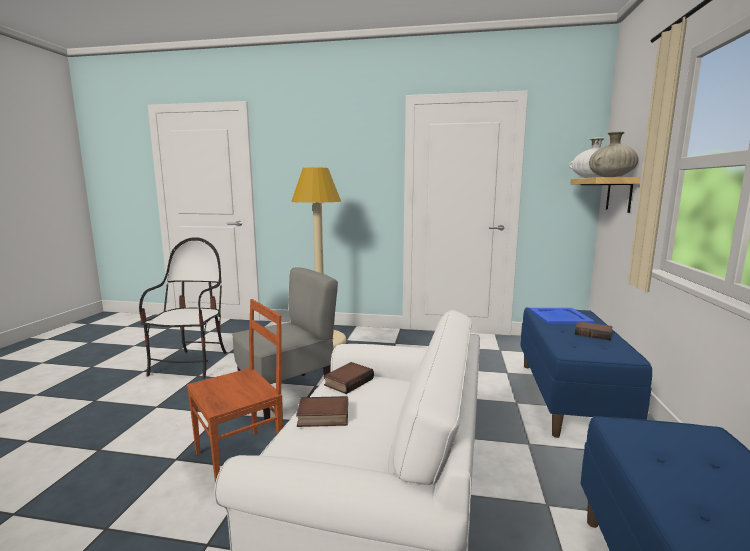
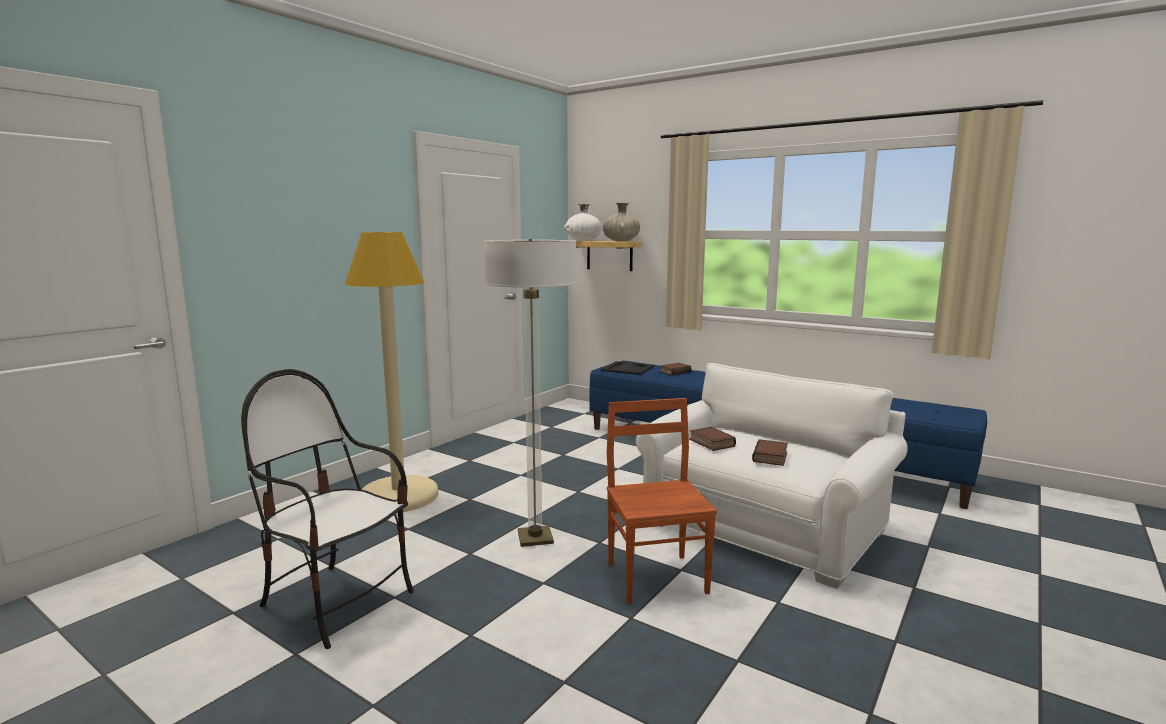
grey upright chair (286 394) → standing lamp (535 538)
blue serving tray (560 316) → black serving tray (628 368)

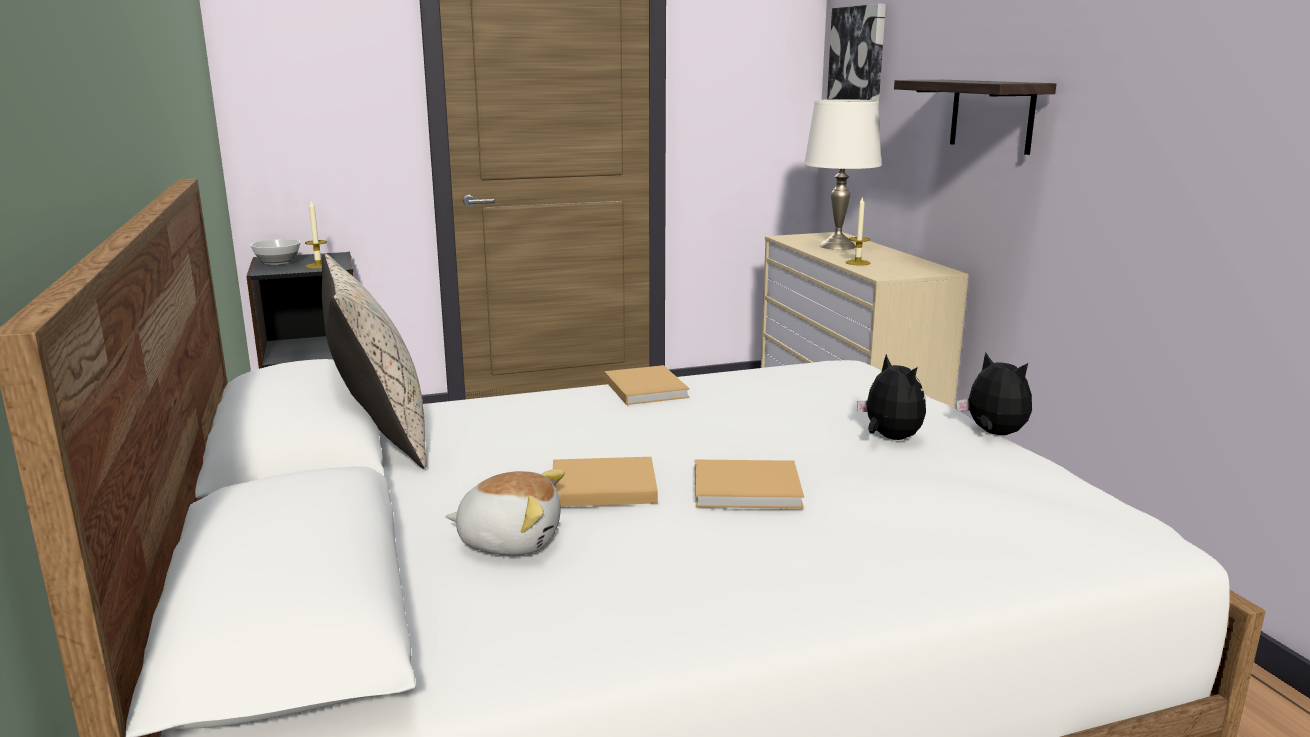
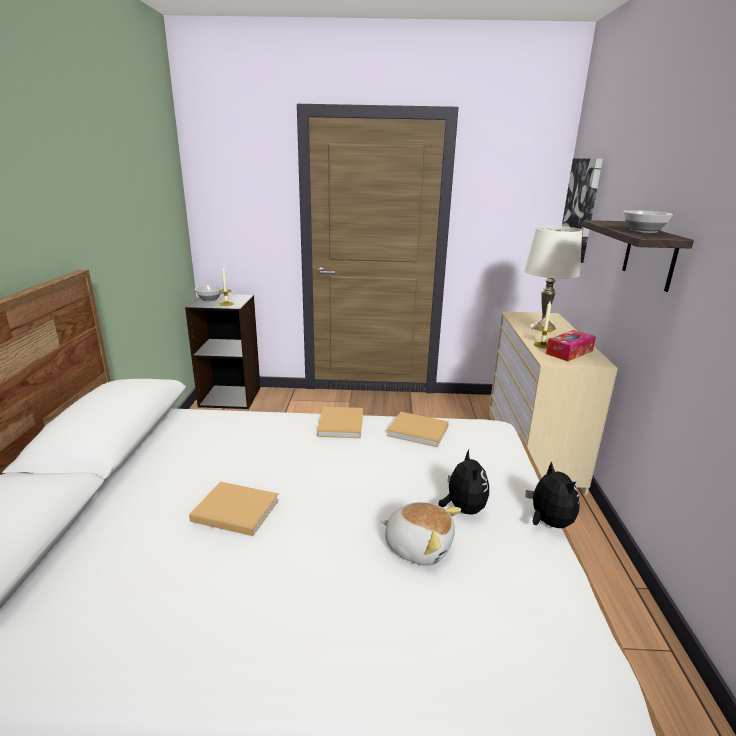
beige pillow (380 438) → -
beige bound book (750 488) → beige bound book (419 431), moved
cuddly toy (510 540) → cuddly toy (418 546), moved
- → bowl (642 231)
- → box of tissues (569 352)

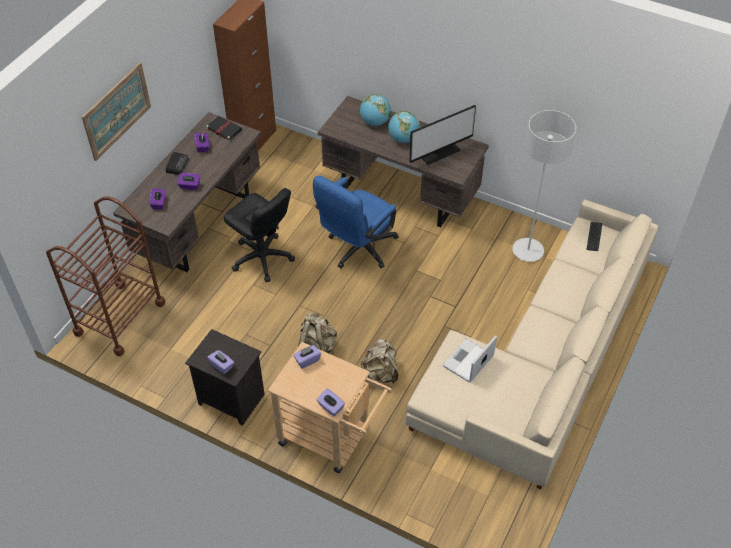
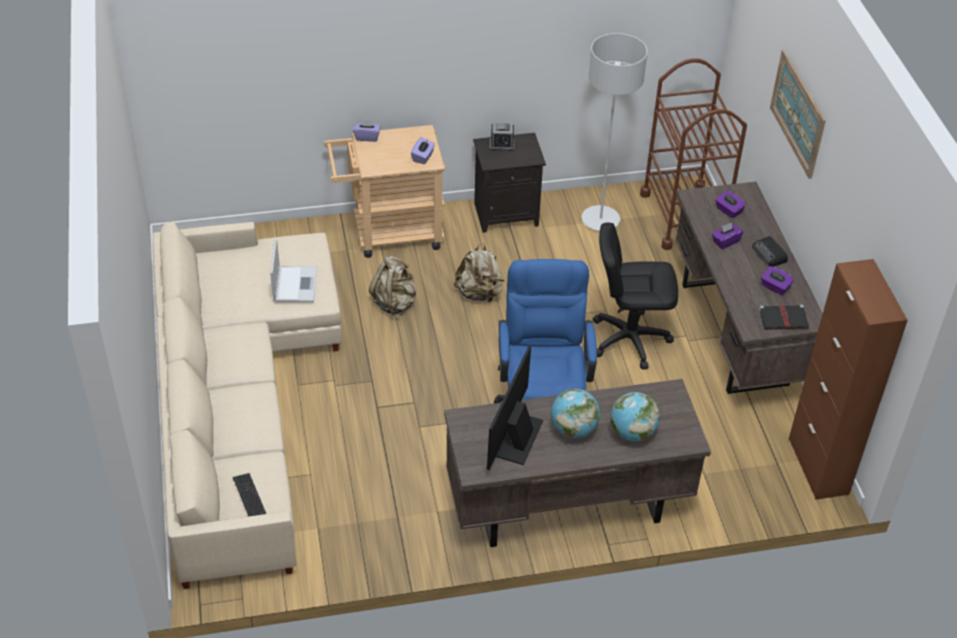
grey standing lamp (528 251) → grey standing lamp (600 220), moved
purple box of tissues (222 366) → bedside clock (502 145)

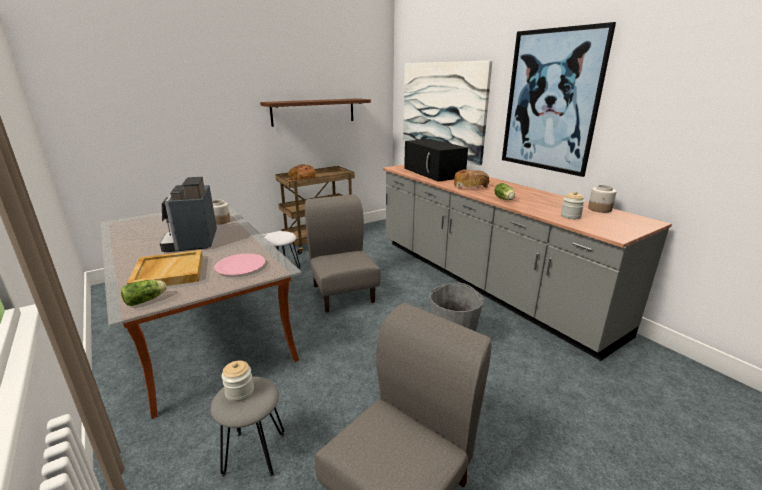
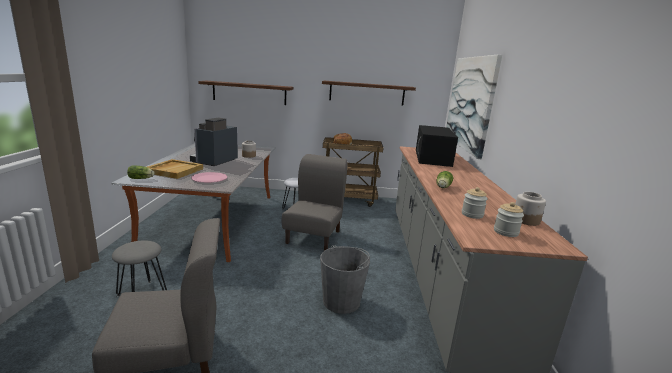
wall art (551 101) → -
baked bread (470 186) → -
jar (240 392) → jar (505 232), moved
- → brownish shelf (249 93)

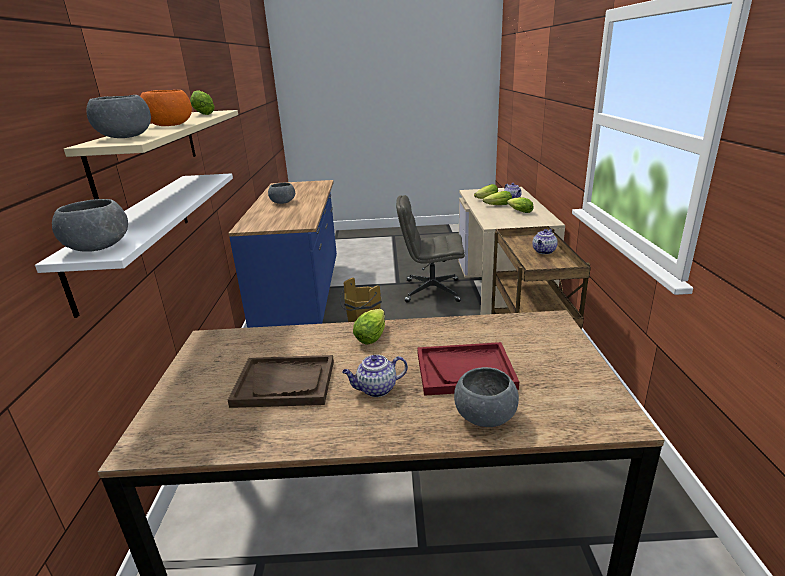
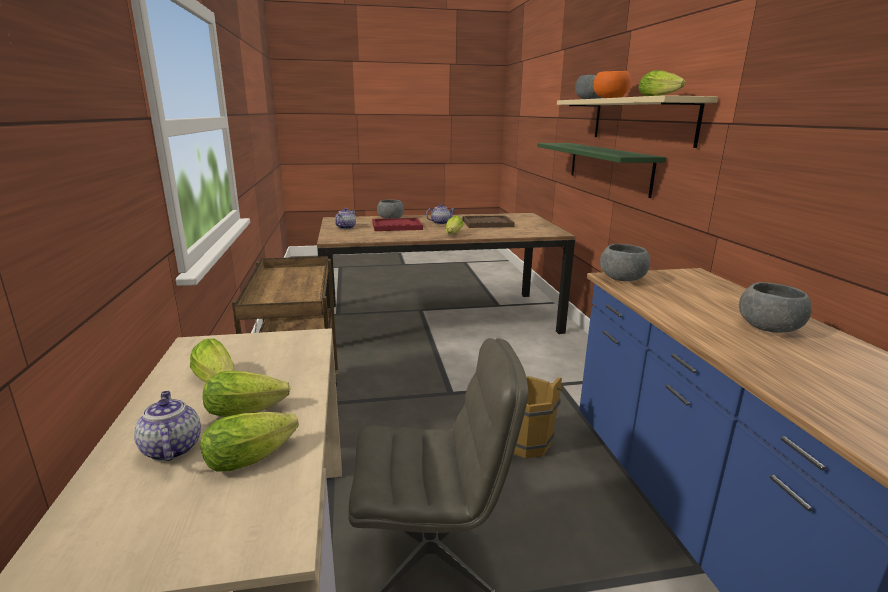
white shelf (136 234) → green shelf (608 167)
grey bowl (98 247) → grey bowl (622 279), moved
tea pot (544 251) → tea pot (346 227), moved

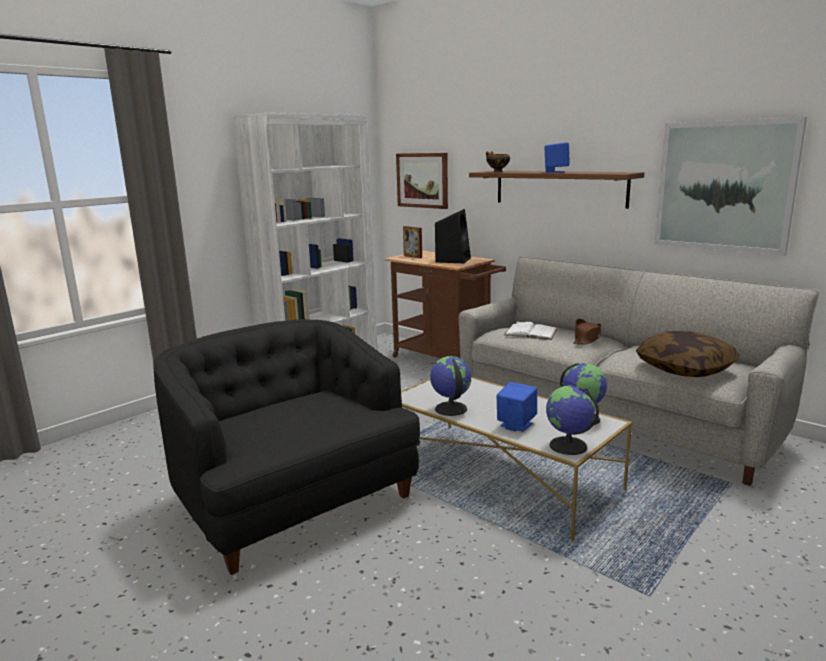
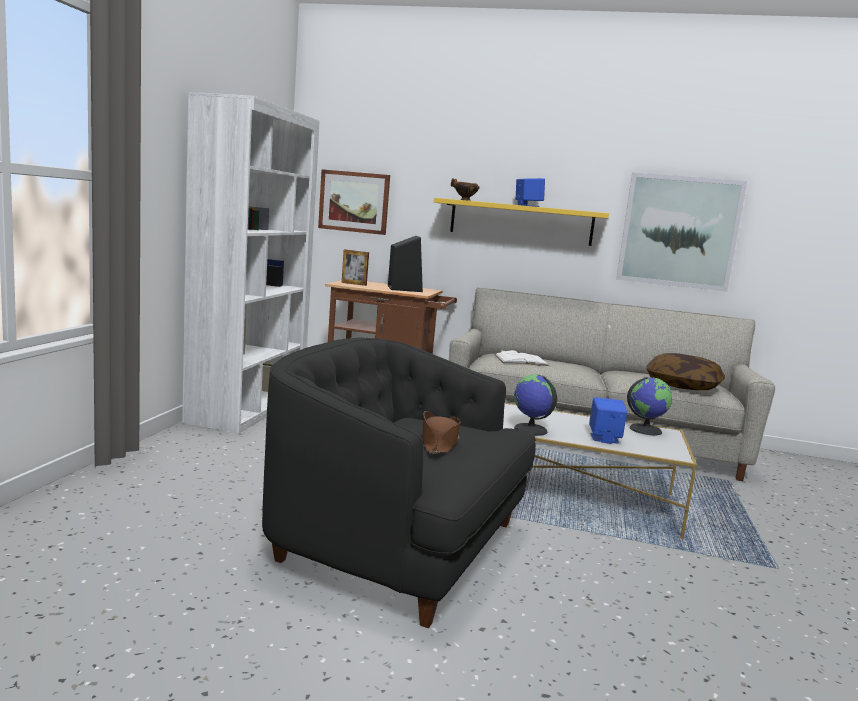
brownish shelf (559 188) → yellow shelf (521 222)
brownish clothing hat (587 339) → brownish clothing hat (439 442), moved
desk globe (568 446) → -

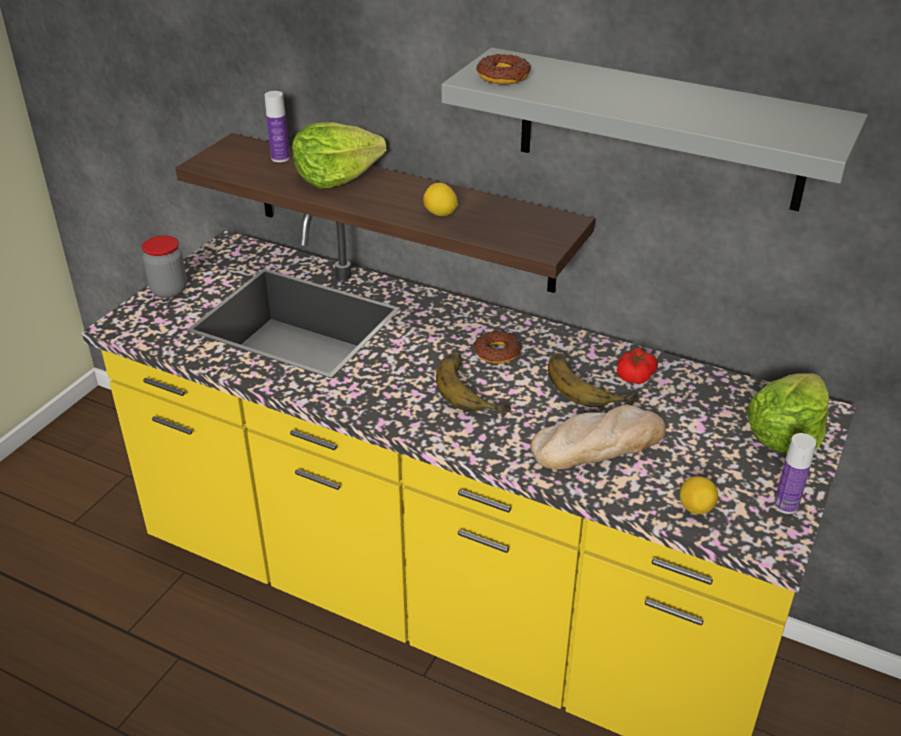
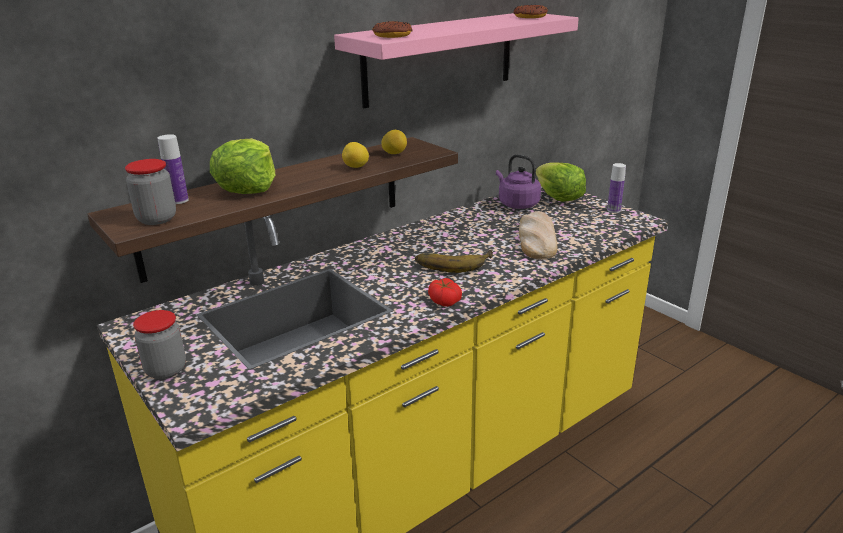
grey shelf (659 129) → pinkish shelf (440 58)
donut (497 352) → donut (530 16), moved
whole tomato (635 375) → whole tomato (444 301), moved
banana fruit (588 384) → -
lemon (695 508) → lemon (394 153), moved
- → purple water kettle (516 204)
- → jar (157 219)

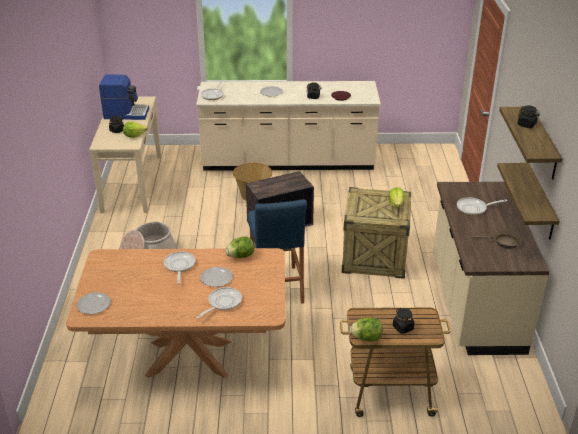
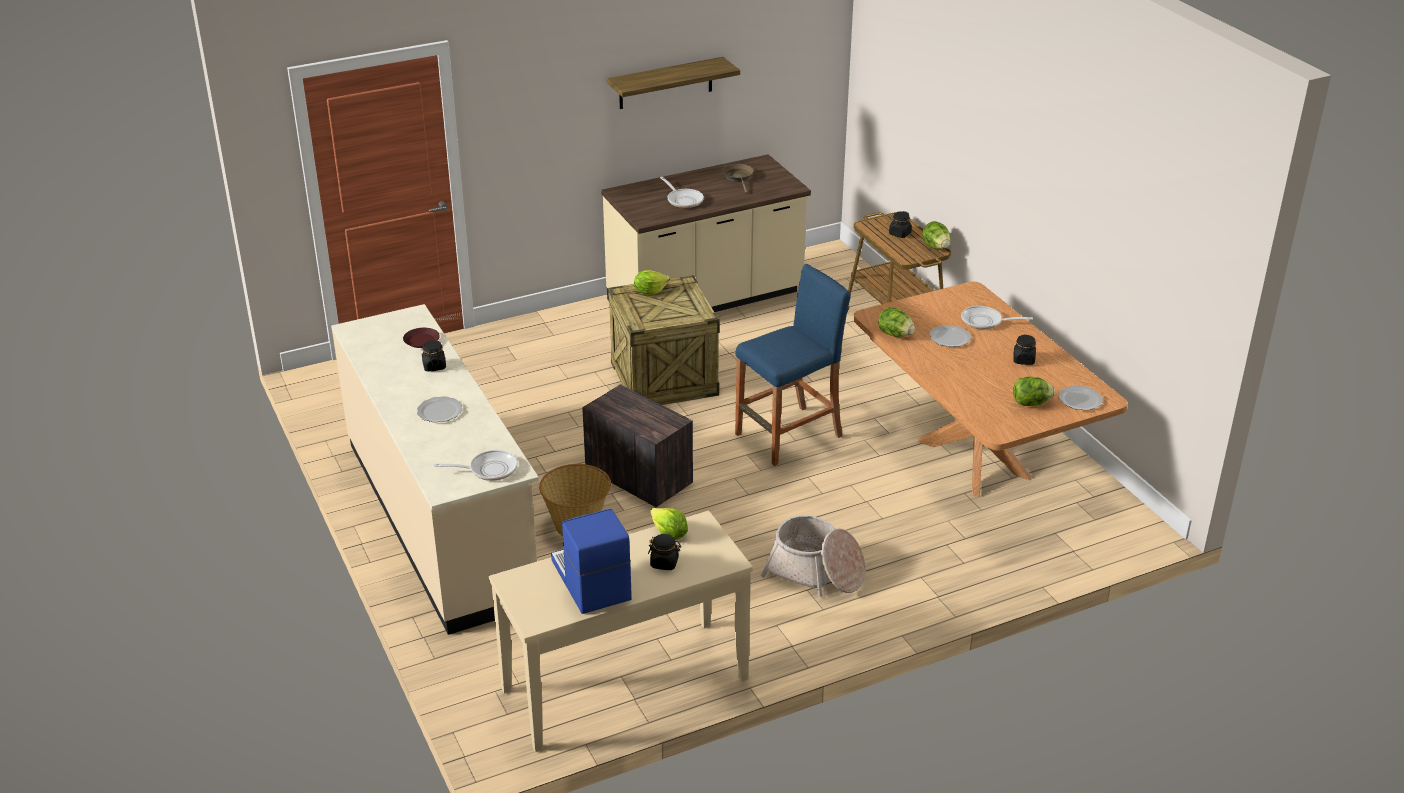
black jar (526 125) → black jar (1023 360), moved
shelf (540 202) → -
frying pan (179 266) → -
- → lettuce (1030 403)

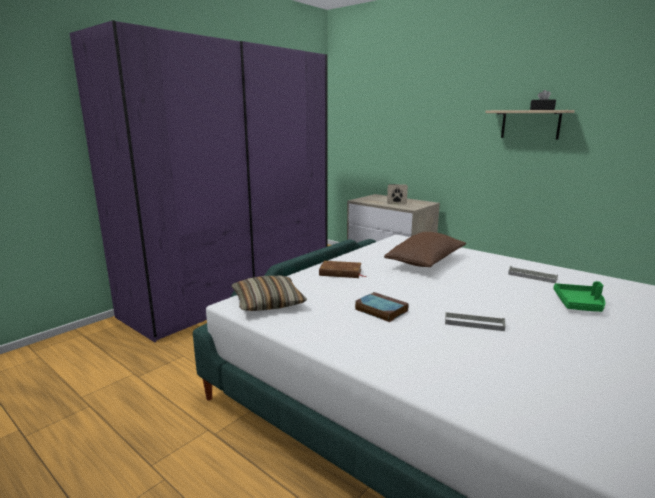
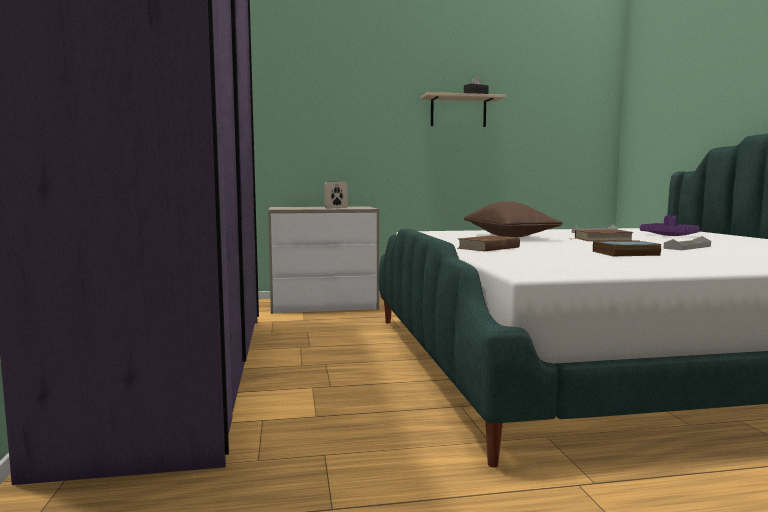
pillow (267 302) → -
green serving tray (579 304) → purple serving tray (669 235)
- → brownish bound book (602 239)

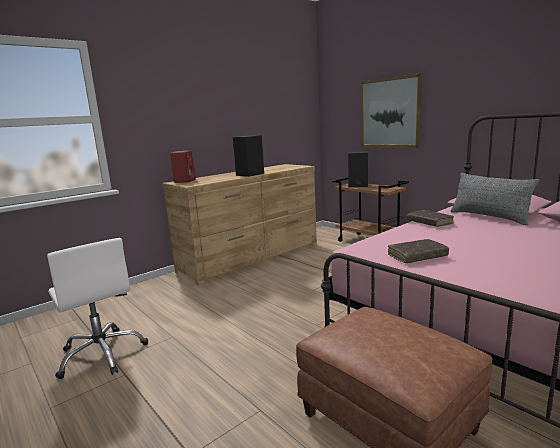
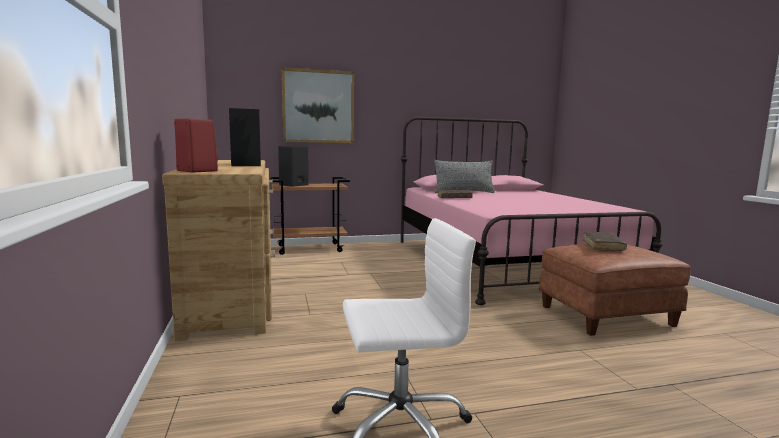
brownish bound book (417 256) → brownish bound book (603 246), moved

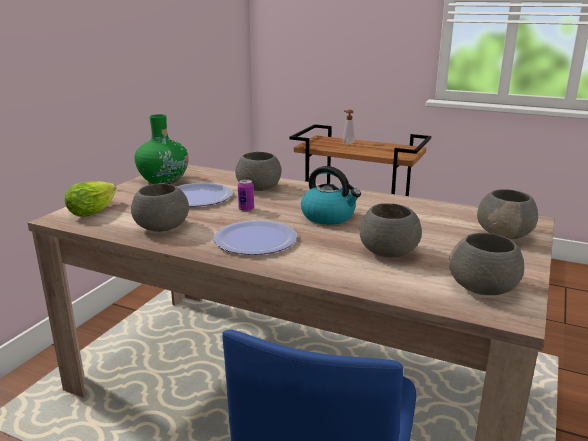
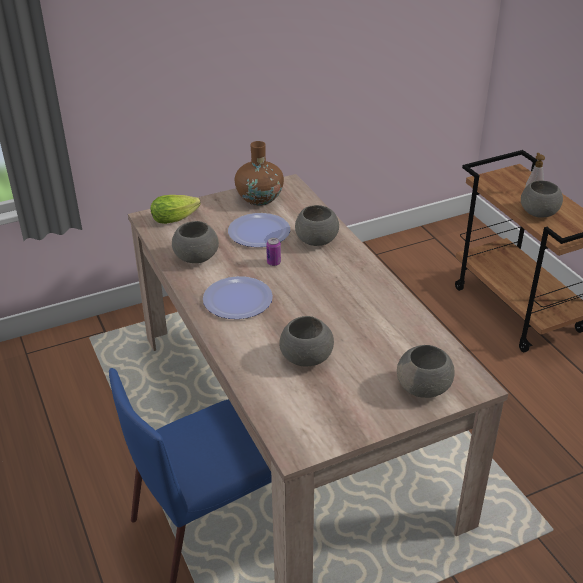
green decorative vase (163 180) → brownish decorative vase (259 199)
water kettle (329 216) → -
grey bowl (483 288) → grey bowl (538 213), moved

